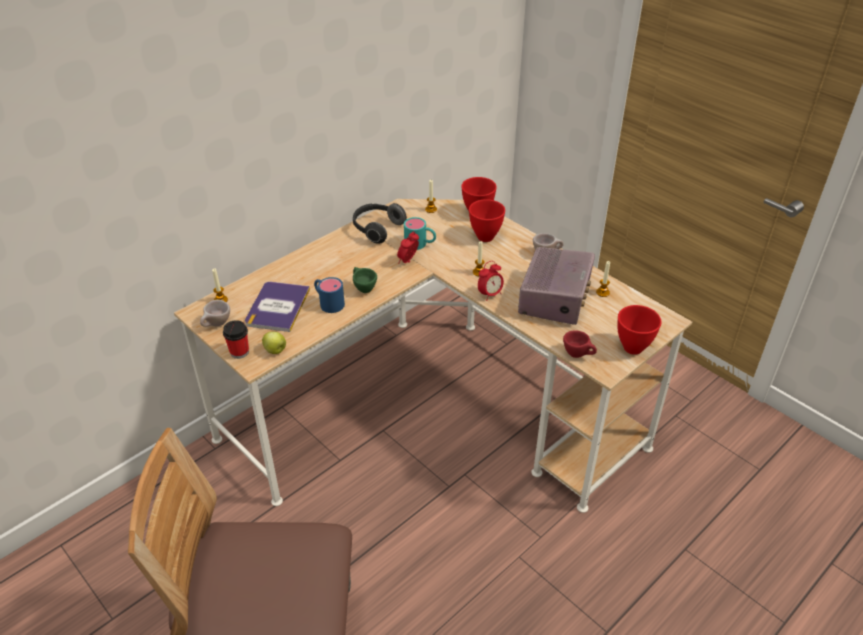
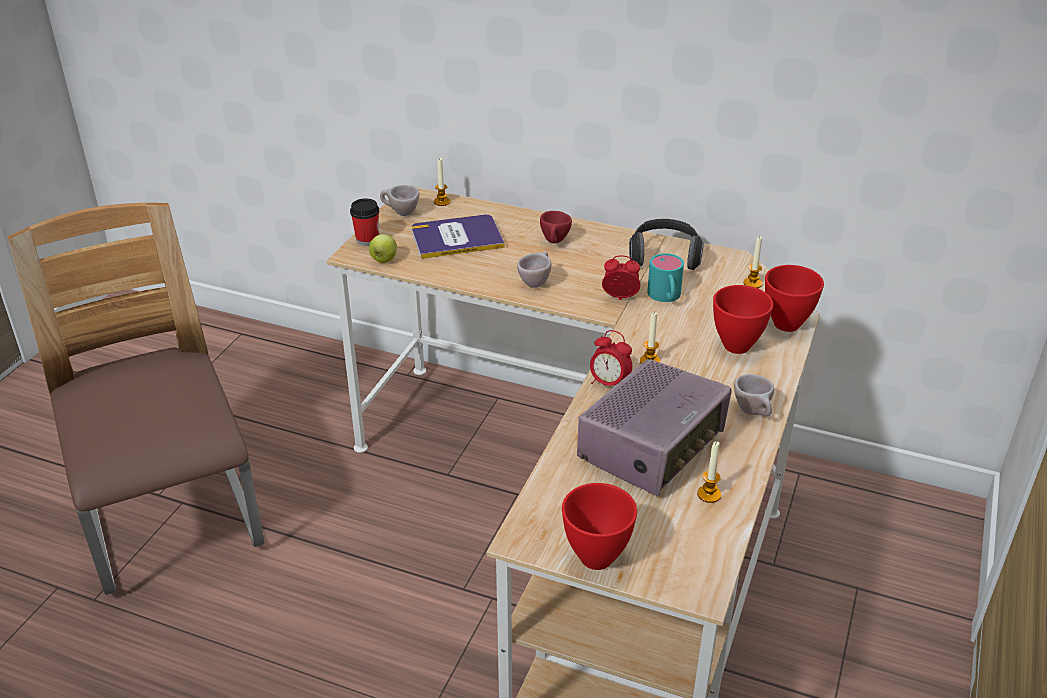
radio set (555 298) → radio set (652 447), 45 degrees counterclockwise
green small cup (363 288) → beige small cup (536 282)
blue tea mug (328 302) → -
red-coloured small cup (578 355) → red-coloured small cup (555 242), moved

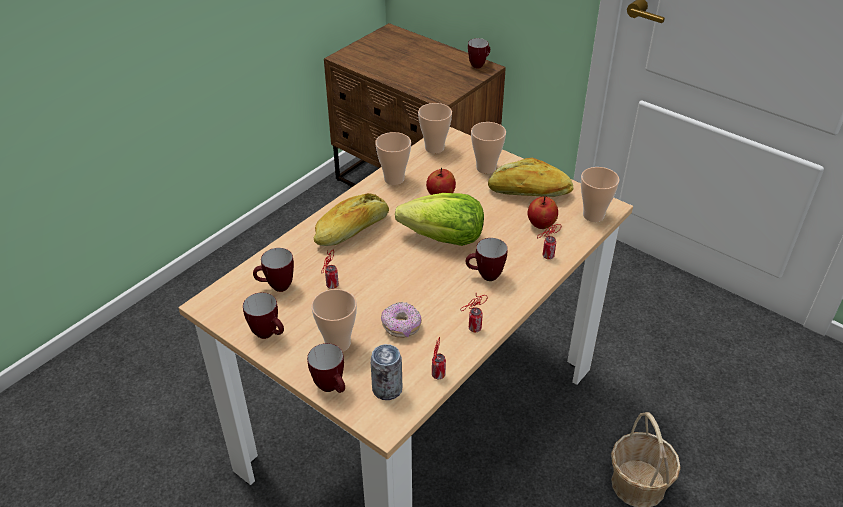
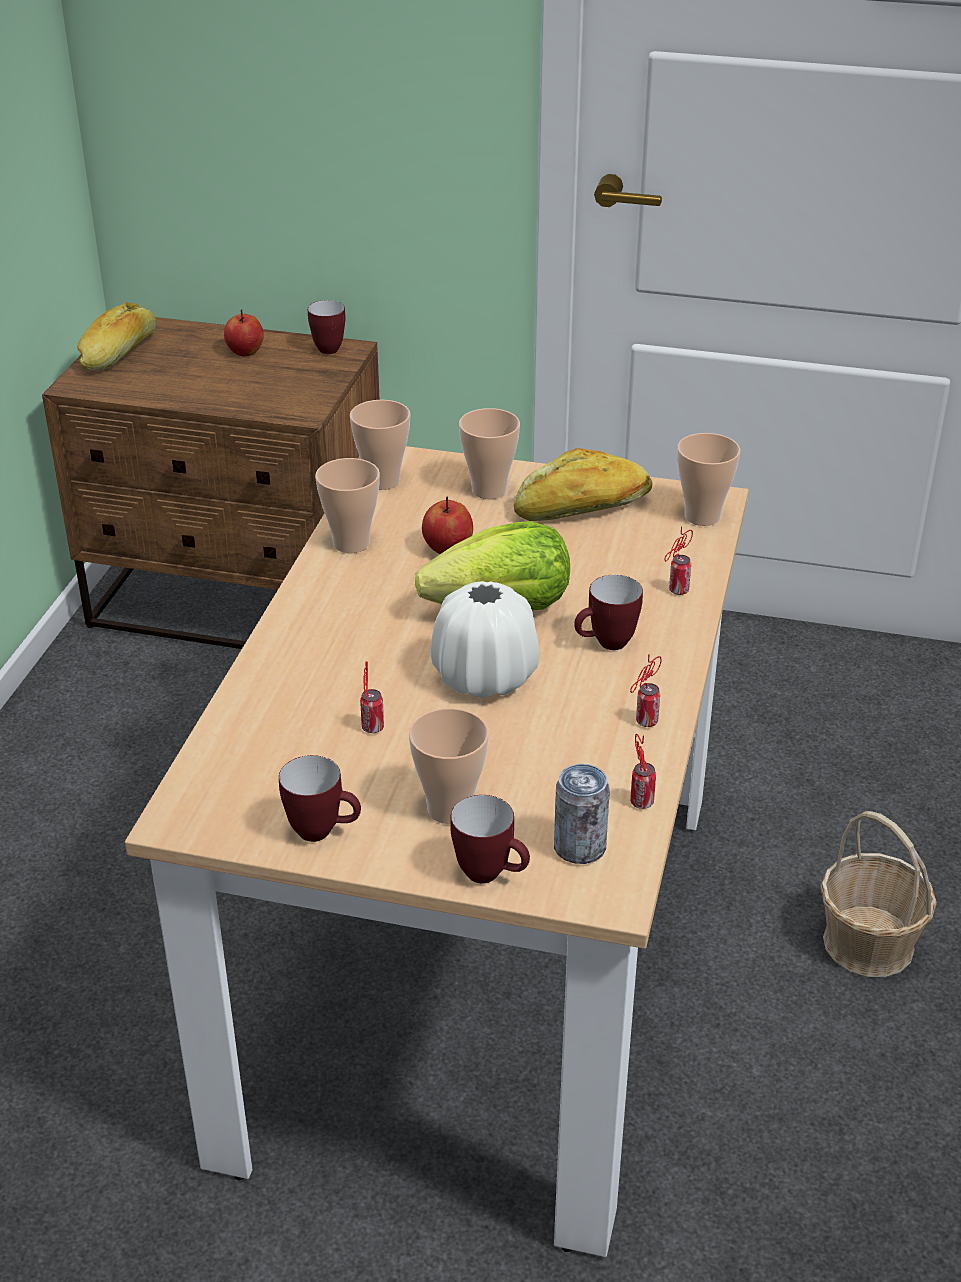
baked bread (352 230) → baked bread (119 353), moved
apple (541 224) → apple (245 352), moved
tea mug (276 287) → -
donut (401 326) → -
- → white decorative vase (485 677)

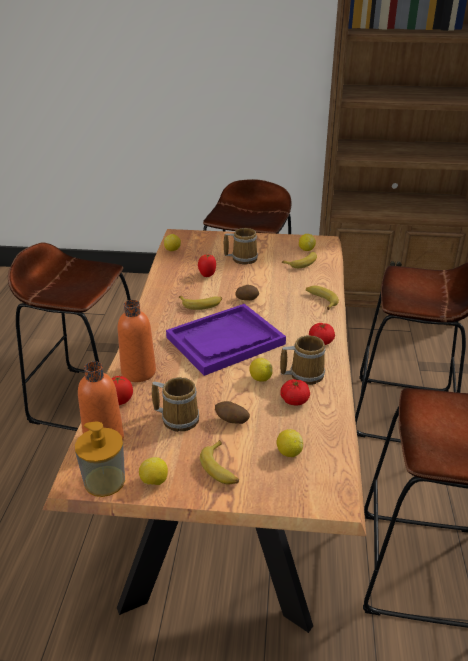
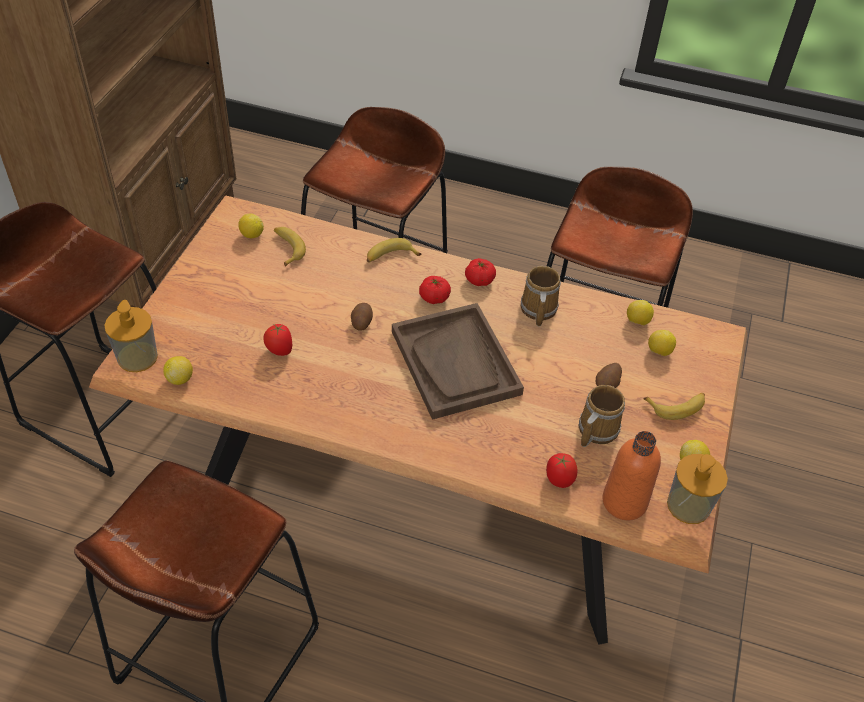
tea mug (242 258) → -
banana fruit (201 304) → -
orange beverage bottle (138 372) → -
purple serving tray (225 341) → brownish serving tray (456 362)
lemon (260 378) → lemon (637 321), moved
whole tomato (294 400) → whole tomato (434 298), moved
- → liquid soap bottle (137 357)

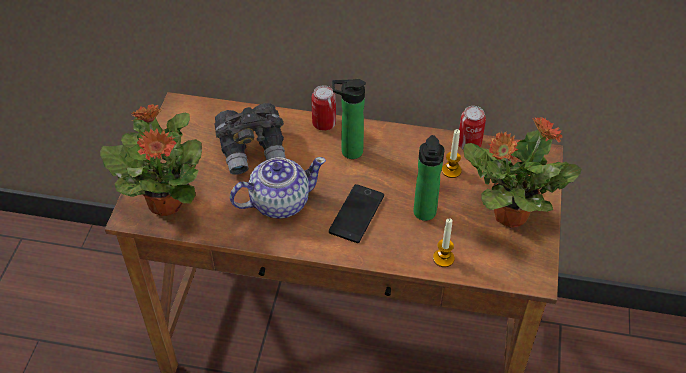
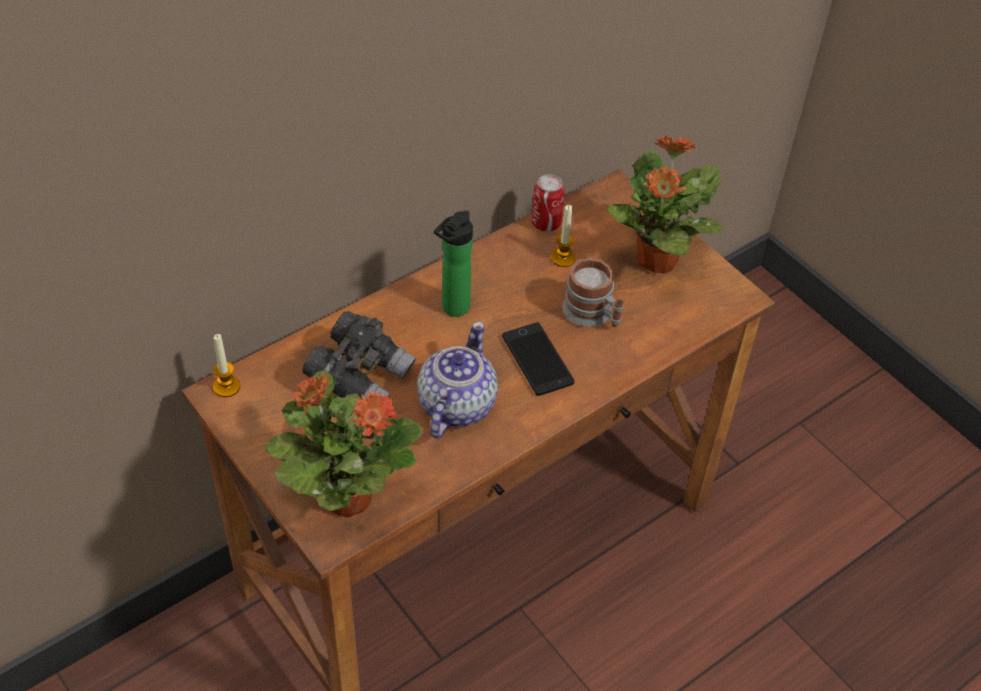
can (324 123) → -
beverage bottle (424 215) → tea mug (593 314)
wax candle (443 258) → wax candle (226 386), moved

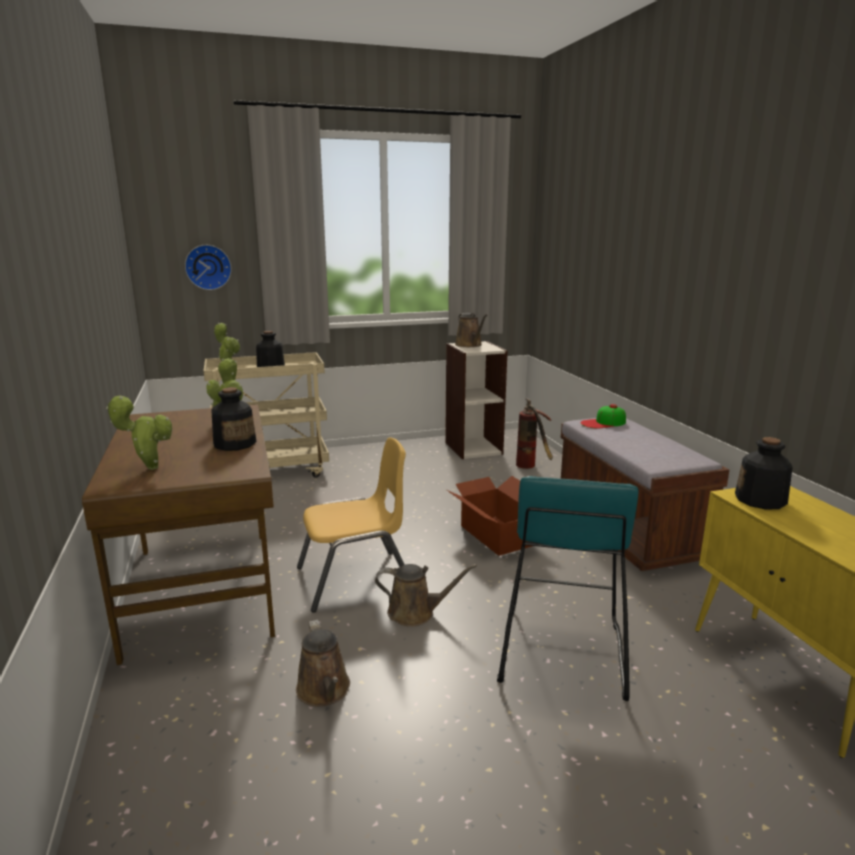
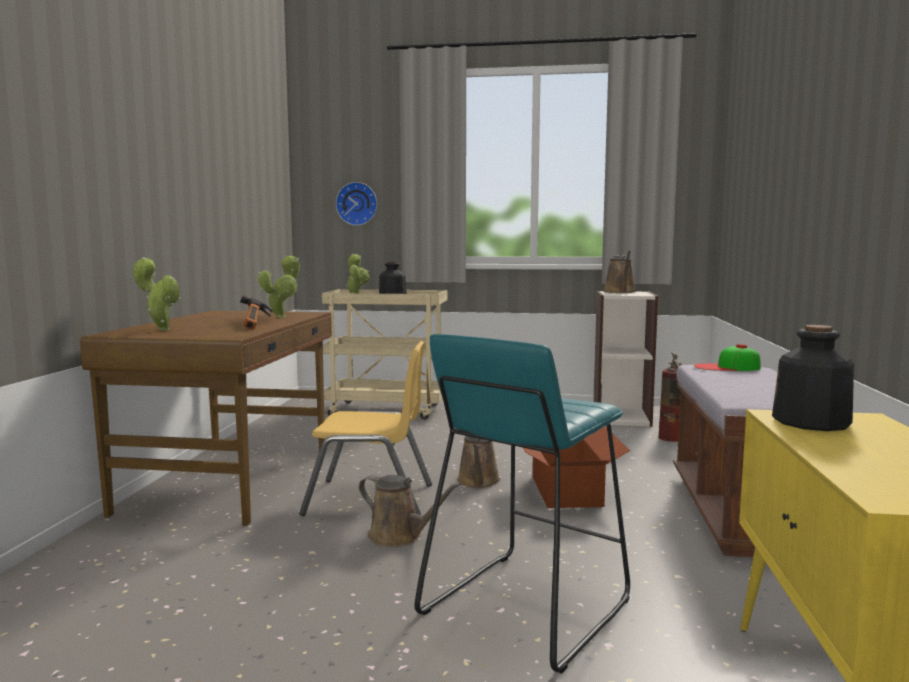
beverage bottle (235 444) → tool hammer (257 325)
brownish watering can (324 691) → brownish watering can (478 482), moved

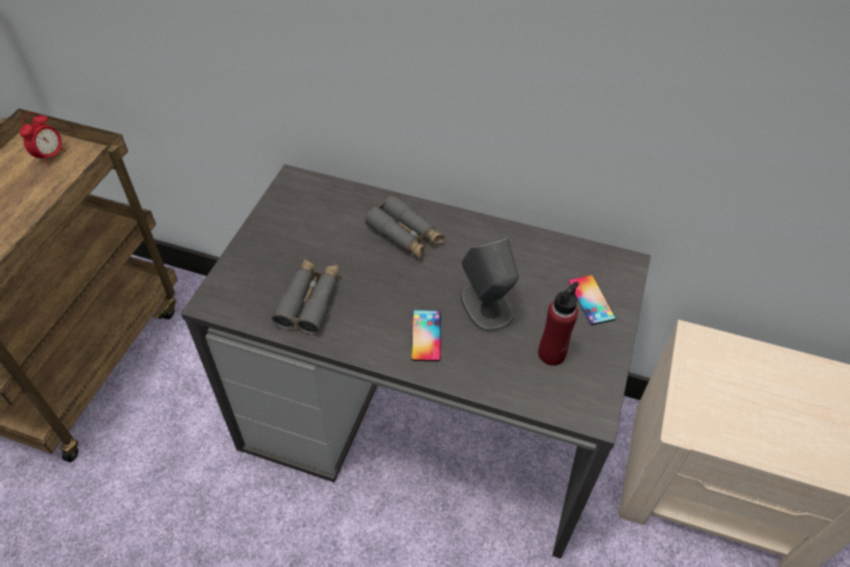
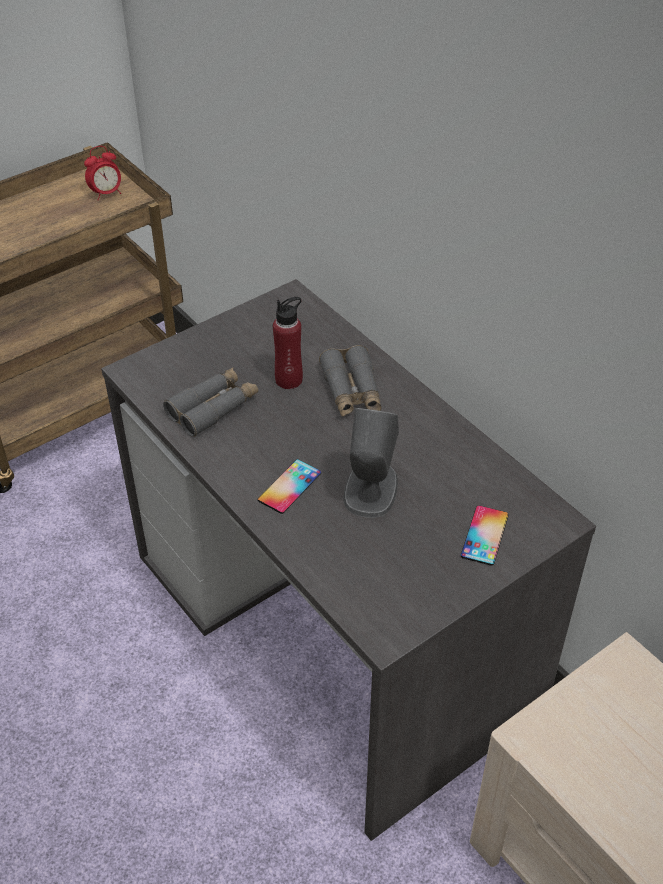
red-coloured beverage bottle (551 354) → red-coloured beverage bottle (289 380), moved

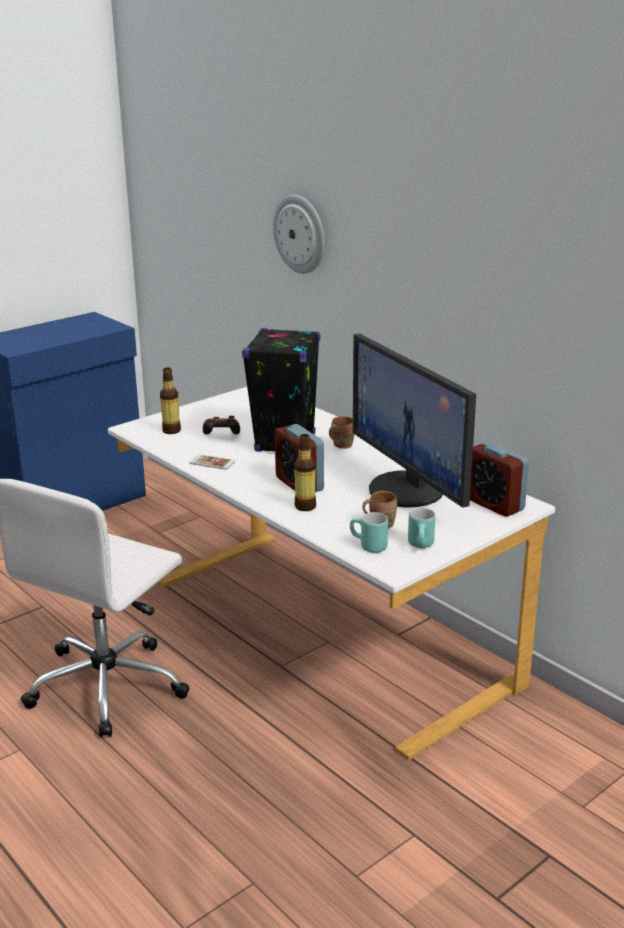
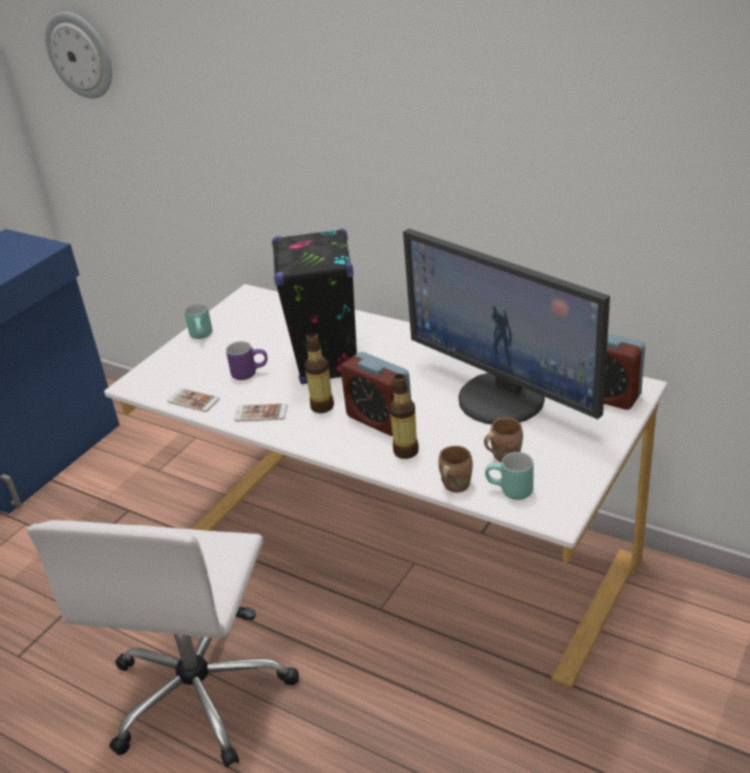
wall clock (300 234) → wall clock (80 55), moved
beverage bottle (171 431) → beverage bottle (322 407), moved
game controller (221 437) → purple tea mug (249 372)
brownish tea mug (341 445) → brownish tea mug (454 485), moved
blue-green tea mug (422 546) → blue-green tea mug (203 336), moved
- → telephone (193 400)

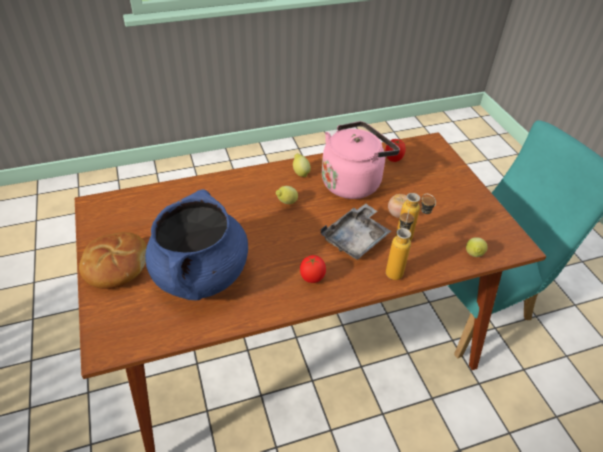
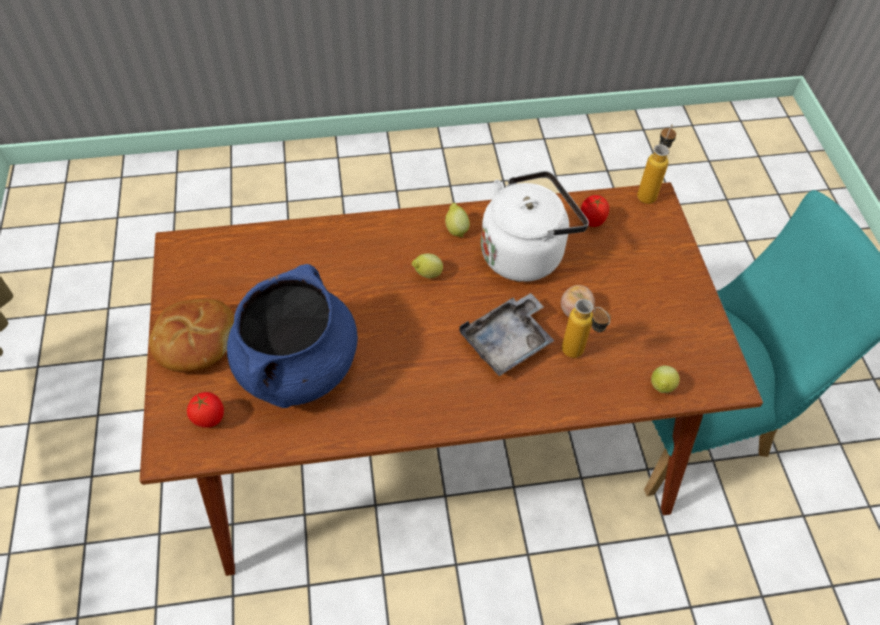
pinkish water kettle (353 182) → white water kettle (525 252)
beverage bottle (395 268) → beverage bottle (649 192), moved
whole tomato (312 278) → whole tomato (210 419), moved

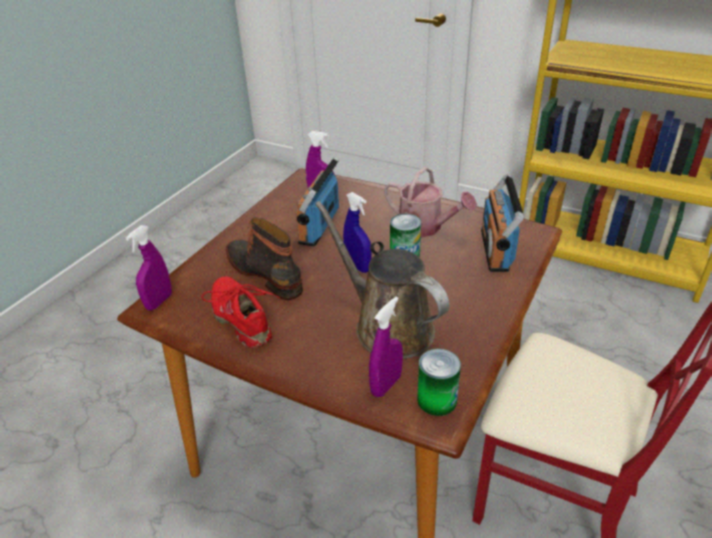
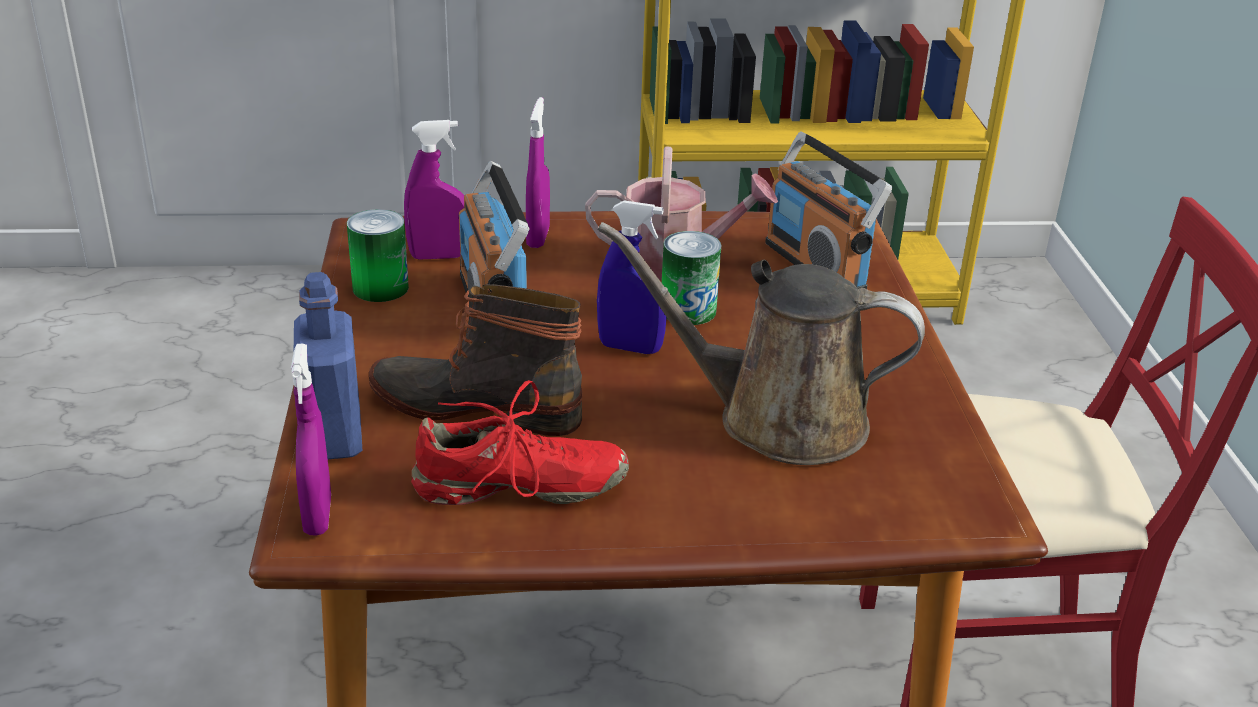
red-coloured low shoe (242 318) → red-coloured low shoe (519 488), 150 degrees clockwise
purple sprayer (386 385) → purple sprayer (538 237), moved
can (437 400) → can (380 288), moved
- → blue beverage bottle (333 437)

